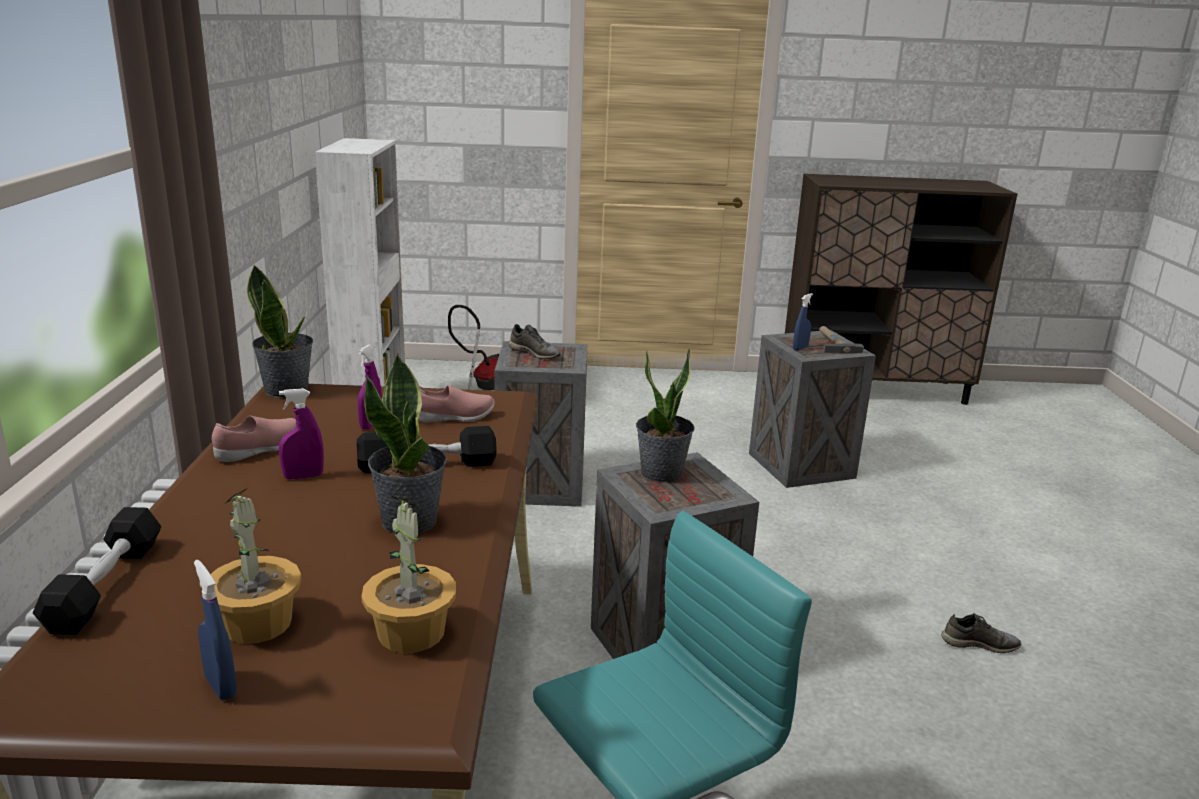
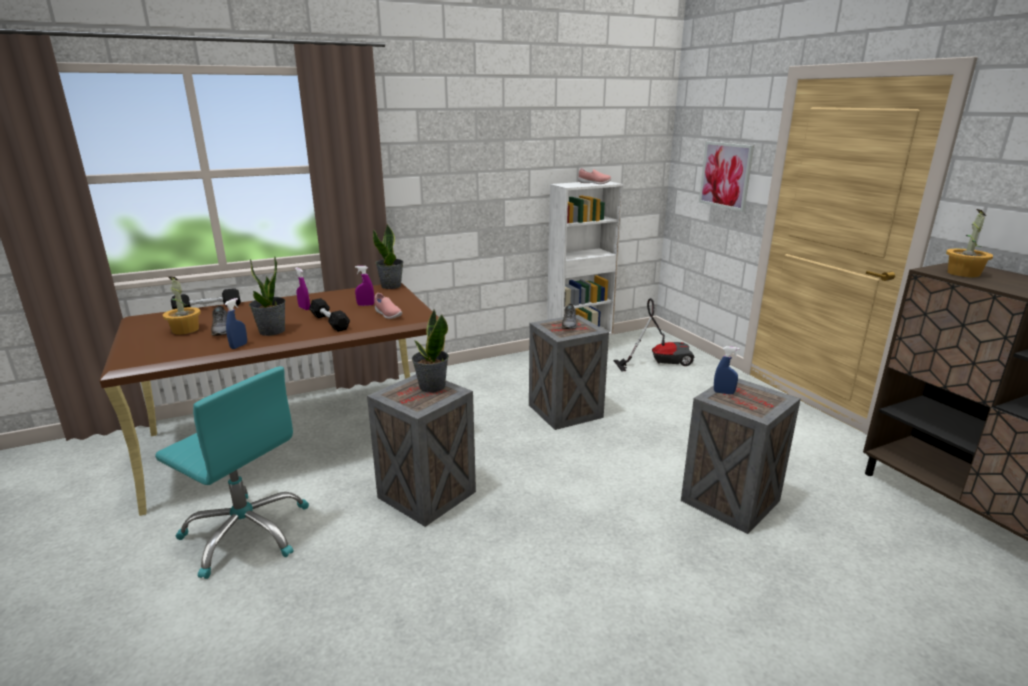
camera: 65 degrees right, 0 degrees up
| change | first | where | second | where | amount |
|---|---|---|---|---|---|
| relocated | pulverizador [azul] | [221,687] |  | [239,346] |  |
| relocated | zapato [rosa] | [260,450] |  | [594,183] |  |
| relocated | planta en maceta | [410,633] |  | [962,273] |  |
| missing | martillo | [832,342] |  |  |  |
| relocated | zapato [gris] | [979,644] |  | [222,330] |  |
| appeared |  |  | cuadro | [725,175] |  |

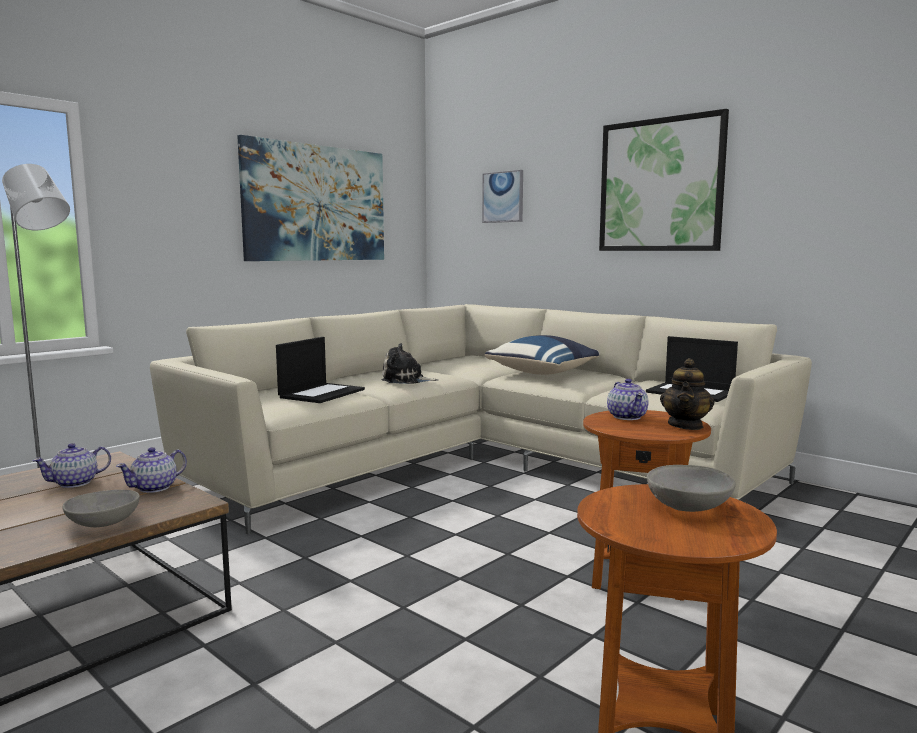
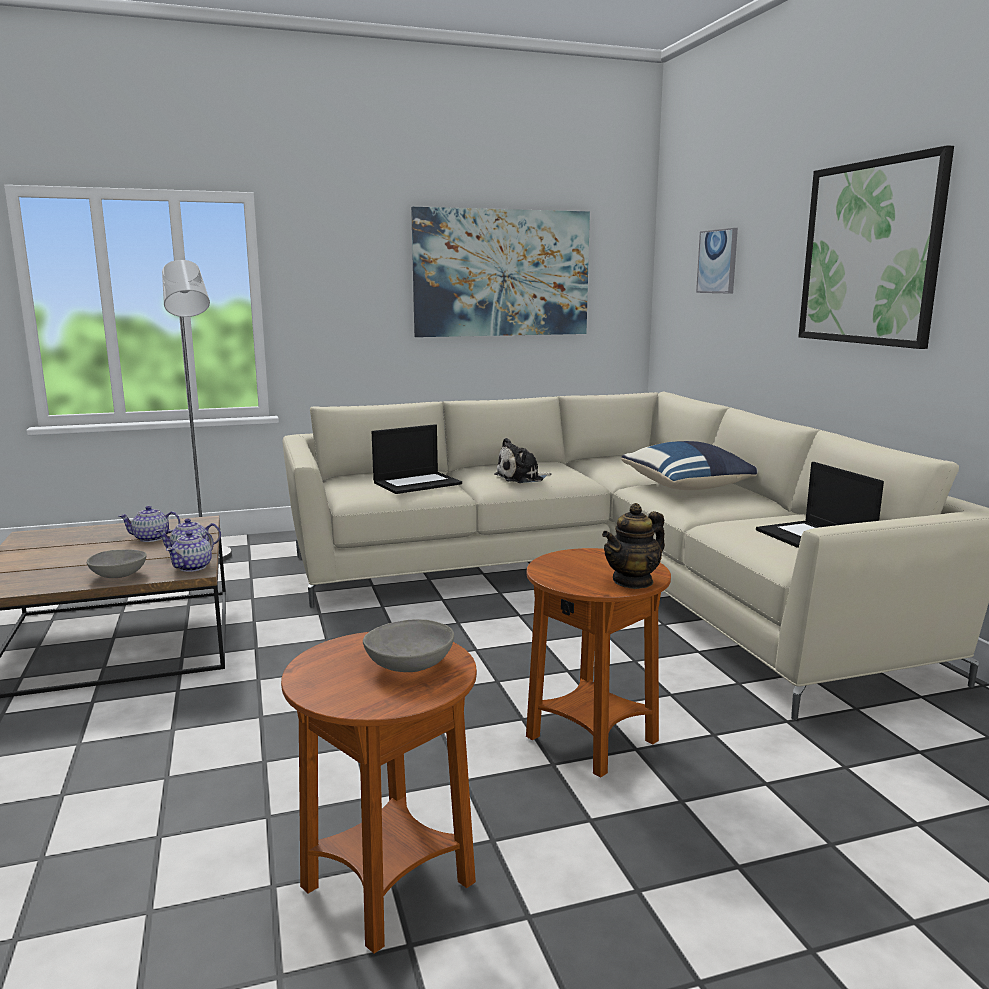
camera: 30 degrees right, 5 degrees up
| change | first | where | second | where | amount |
|---|---|---|---|---|---|
| spun | peluche | [406,380] |  | [522,478] | 60 degrees counterclockwise |
| relocated | tetera | [627,417] |  | [193,567] |  |

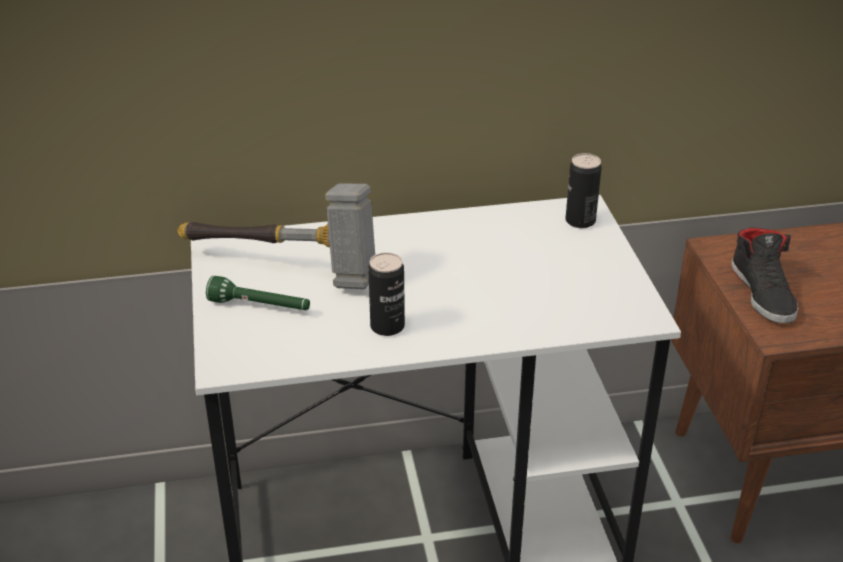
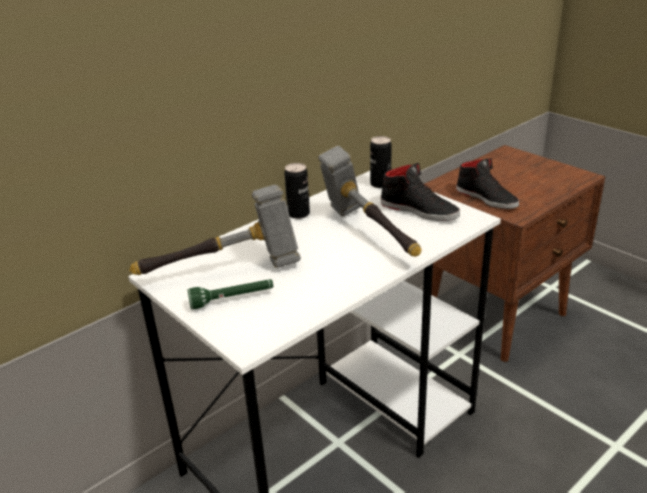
camera: 30 degrees left, 5 degrees down
| change | first | where | second | where | amount |
|---|---|---|---|---|---|
| relocated | lata | [387,326] |  | [298,214] |  |
| appeared |  |  | martillo | [368,234] |  |
| appeared |  |  | zapato [negro] | [419,210] |  |

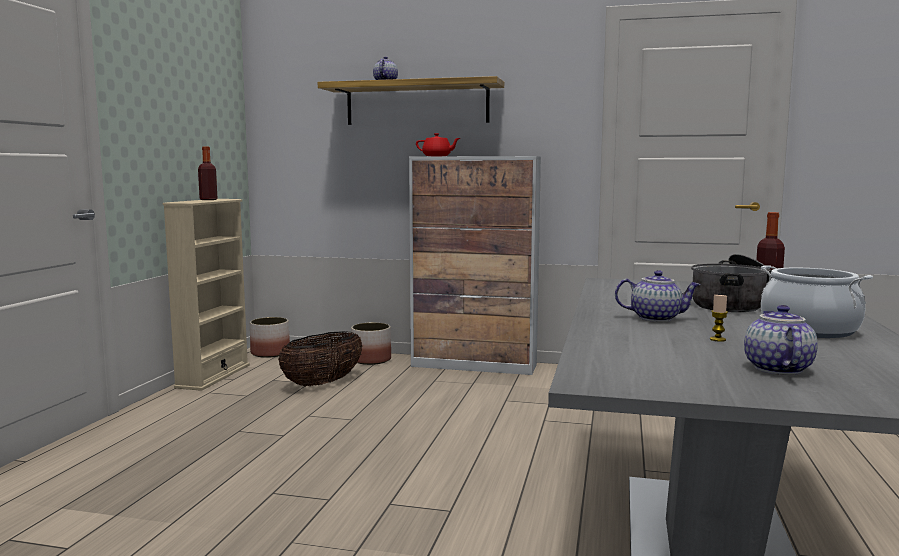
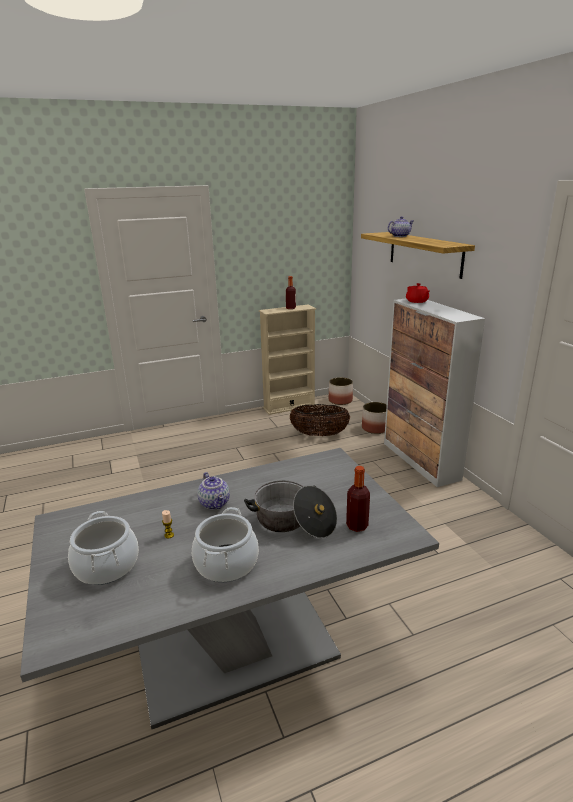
camera: 55 degrees right, 15 degrees up
| change | first | where | second | where | amount |
|---|---|---|---|---|---|
| exchanged | tetera | [776,369] | olla | [106,566] |  |

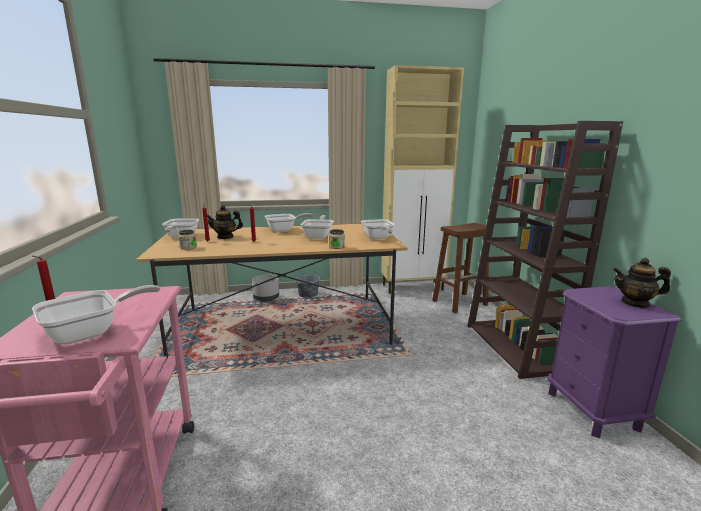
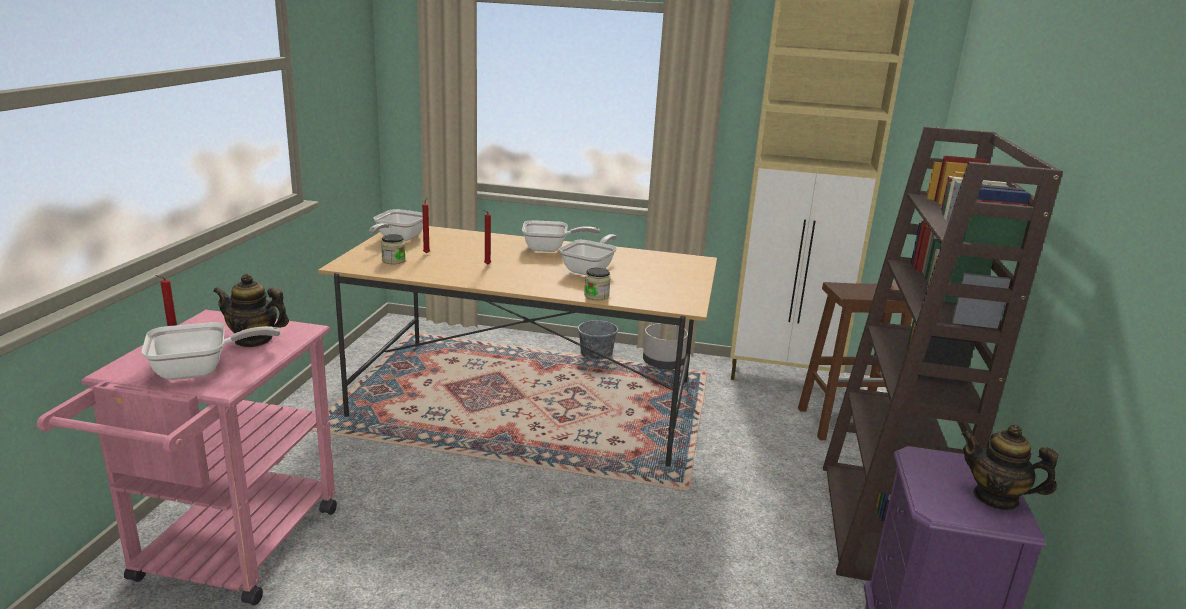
camera: 20 degrees right, 5 degrees up
| change | first | where | second | where | amount |
|---|---|---|---|---|---|
| relocated | tetera | [225,237] |  | [254,340] |  |
| relocated | maceta [gris] | [266,298] |  | [664,363] |  |
| missing | sartén | [378,238] |  |  |  |

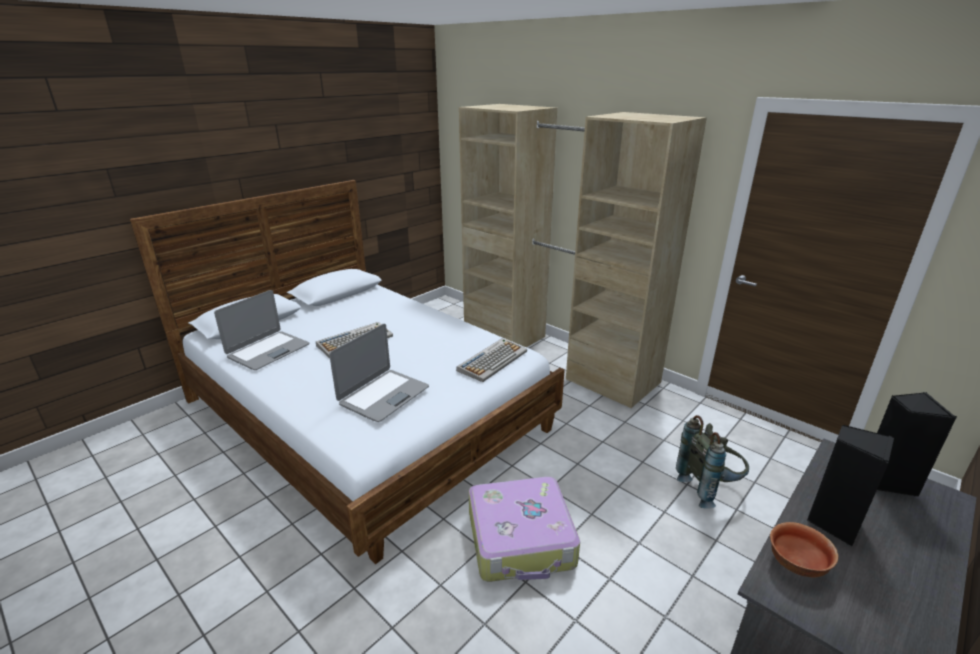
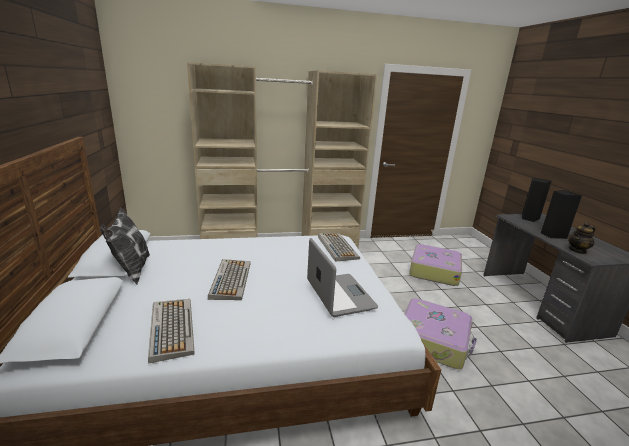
camera: 55 degrees left, 5 degrees down
| change | first | where | second | where | amount |
|---|---|---|---|---|---|
| exchanged | portátil | [268,351] | teclado | [171,328] |  |
| exchanged | mochila [gris] | [709,488] | maleta | [434,271] |  |
| exchanged | cuenco | [796,565] | tetera | [577,250] |  |
| appeared |  |  | cojín | [131,271] |  |

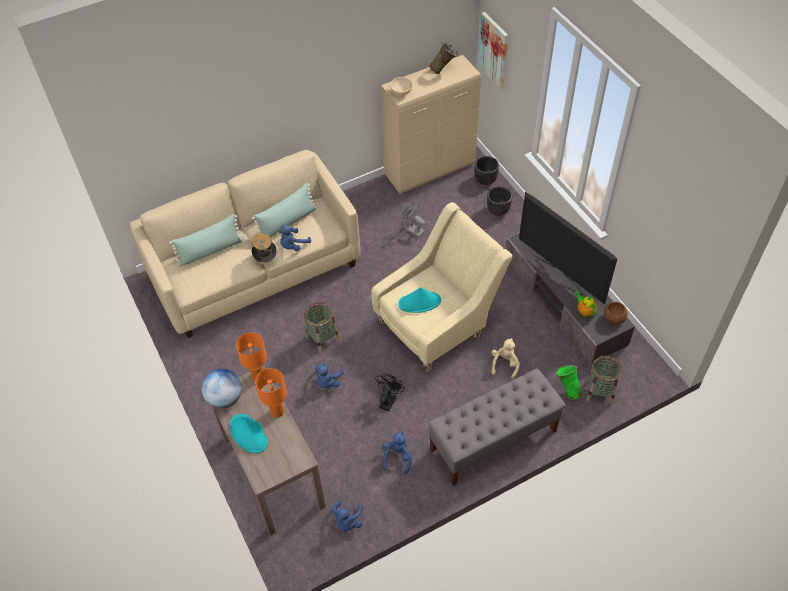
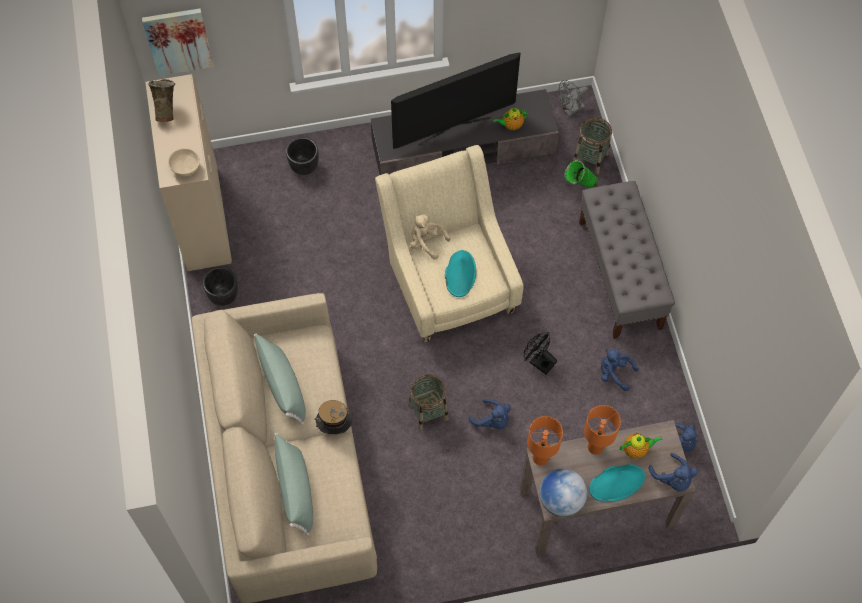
camera: 75 degrees left, 10 degrees up
| change | first | where | second | where | amount |
|---|---|---|---|---|---|
| relocated | peluche [azul] | [293,245] |  | [673,479] |  |
| relocated | ventilador [gris] | [412,230] |  | [570,110] |  |
| relocated | maceta [negro] | [485,180] |  | [223,296] |  |
| relocated | peluche [beis] | [504,364] |  | [426,242] |  |
| missing | cuenco [marrón] | [613,318] |  |  |  |
| appeared |  |  | tetera | [636,450] |  |

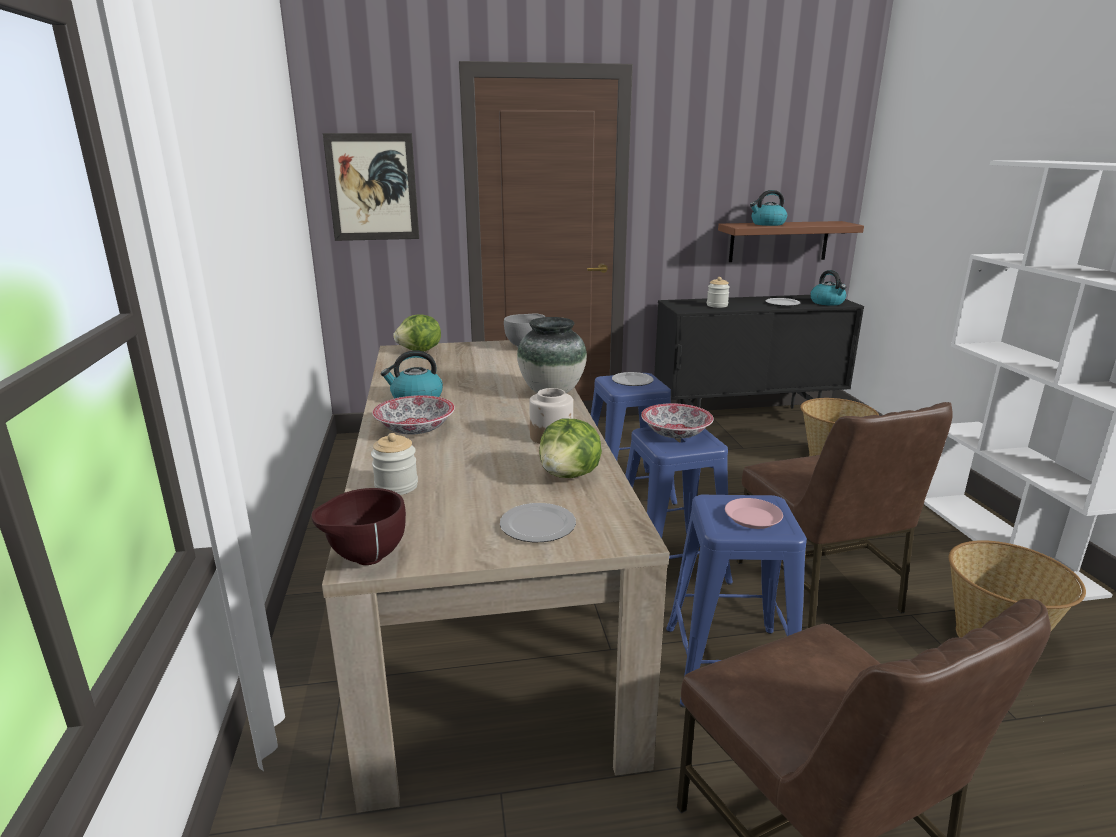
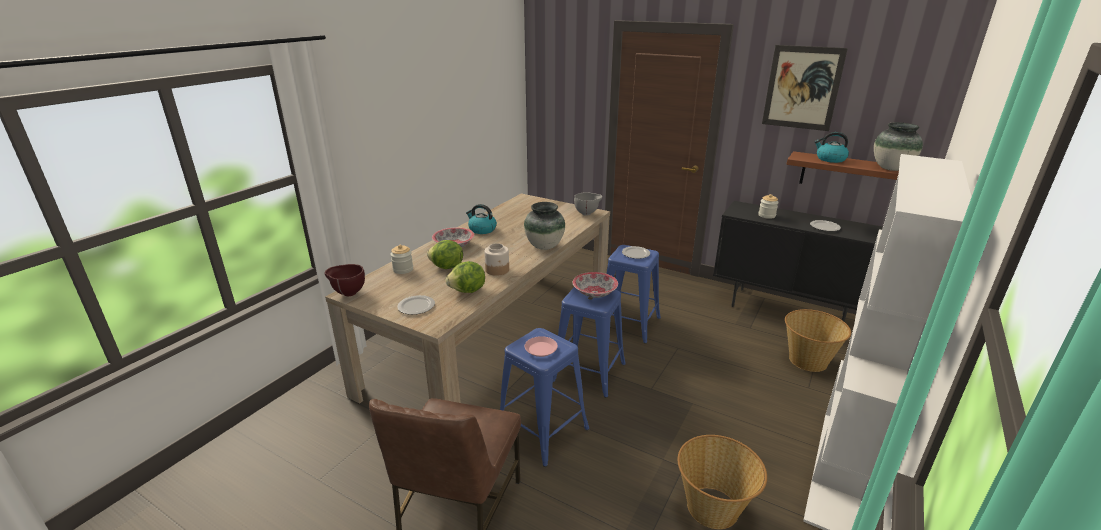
camera: 40 degrees right, 5 degrees up
| change | first | where | second | where | amount |
|---|---|---|---|---|---|
| relocated | cuadro | [372,187] |  | [802,88] |  |
| relocated | lechuga | [420,351] |  | [446,267] |  |
| missing | silla [marrón] | [819,587] |  |  |  |
| missing | hervidor | [827,302] |  |  |  |
| appeared |  |  | florero | [890,168] |  |

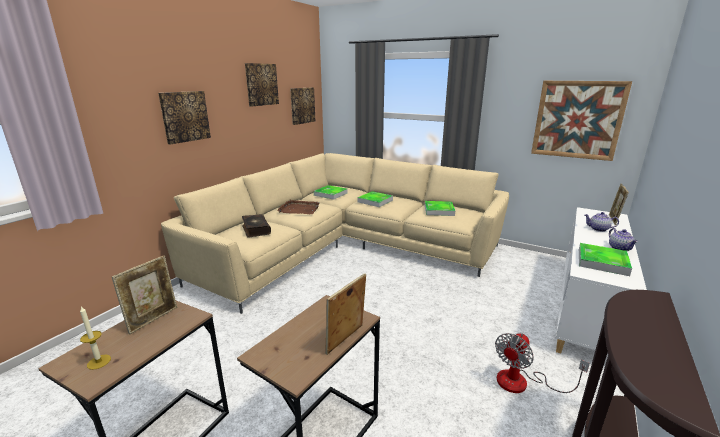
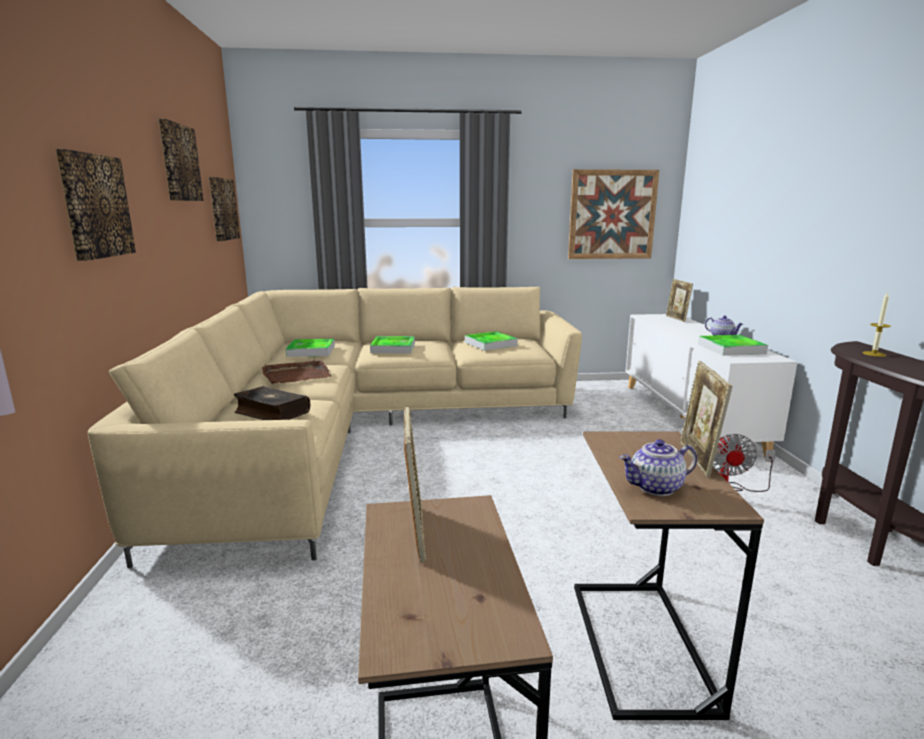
camera: 35 degrees left, 5 degrees down
| change | first | where | second | where | amount |
|---|---|---|---|---|---|
| relocated | vela | [99,362] |  | [874,354] |  |
| relocated | tetera | [598,229] |  | [656,488] |  |

